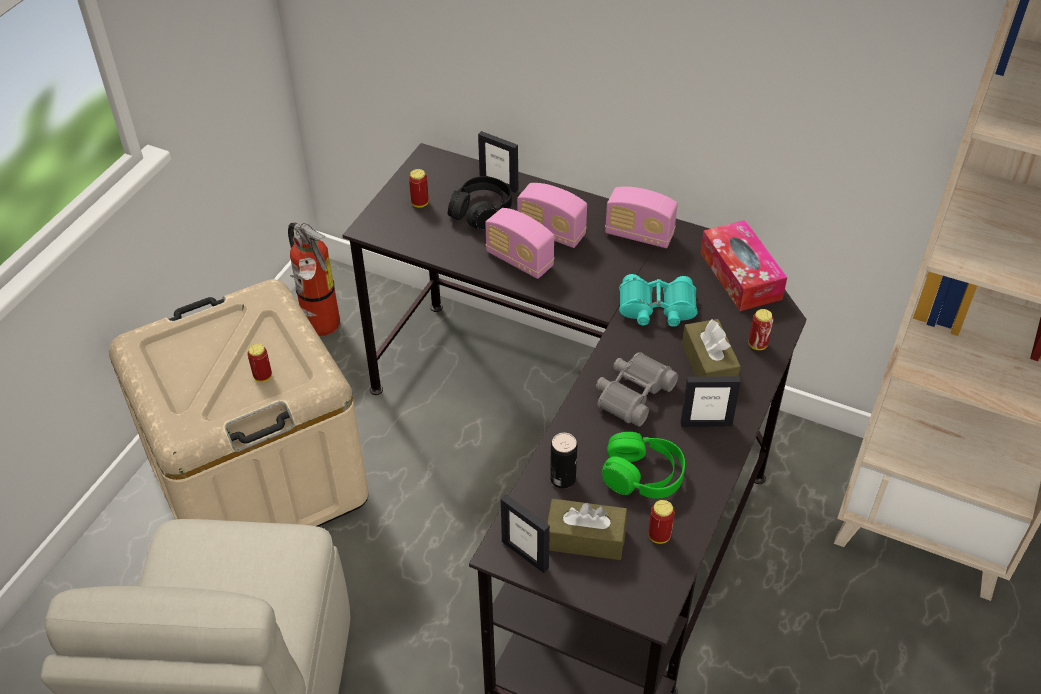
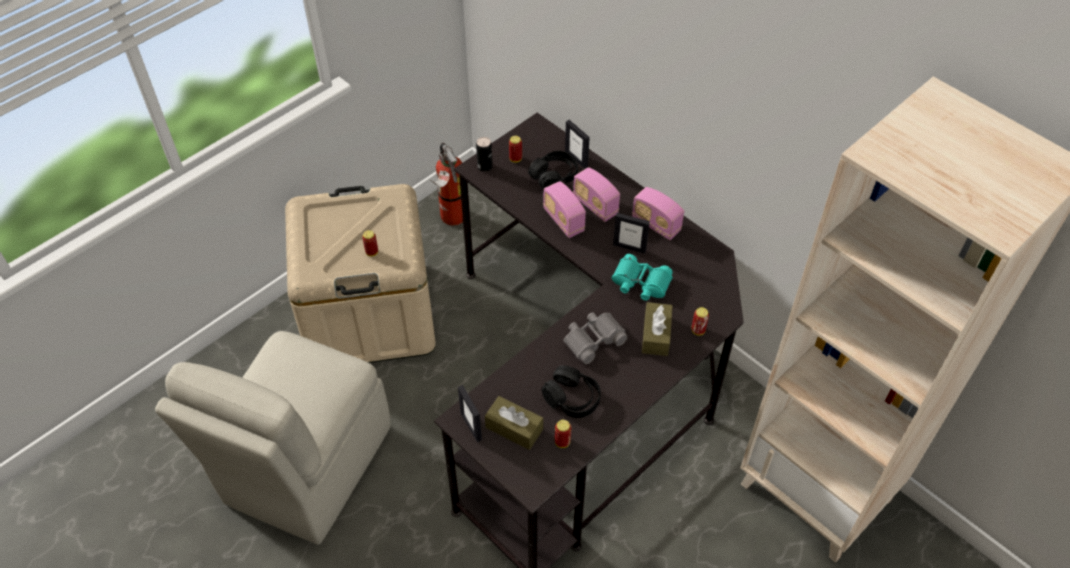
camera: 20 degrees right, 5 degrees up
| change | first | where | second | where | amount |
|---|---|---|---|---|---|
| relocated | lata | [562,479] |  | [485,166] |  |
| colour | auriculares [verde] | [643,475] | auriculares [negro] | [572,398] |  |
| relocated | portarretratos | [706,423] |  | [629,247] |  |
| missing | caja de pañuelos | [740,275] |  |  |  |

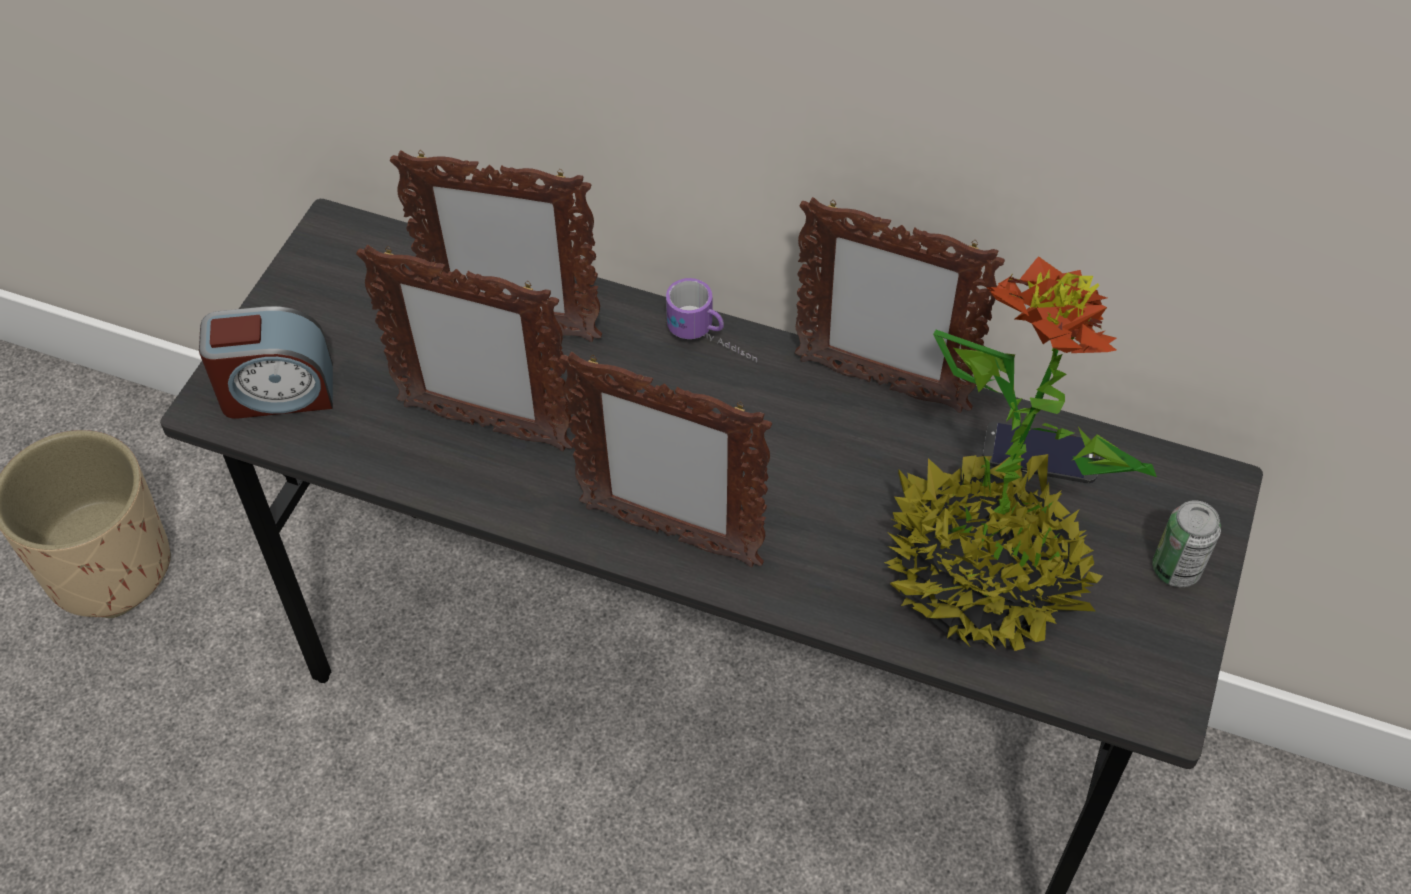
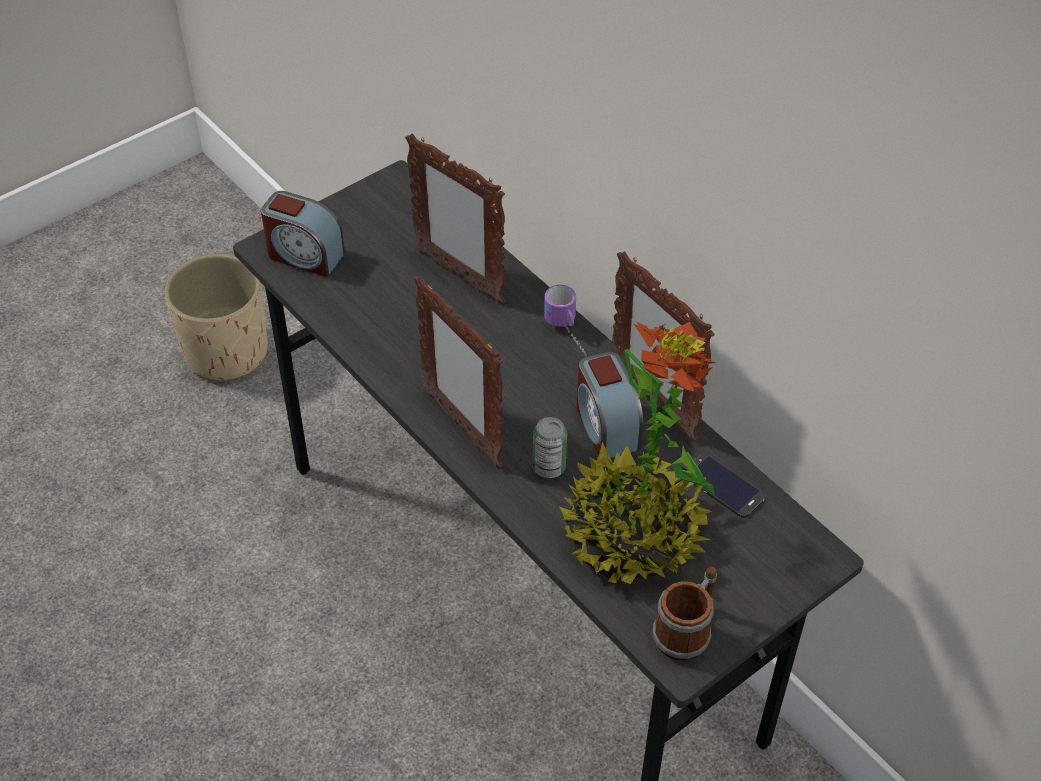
camera: 30 degrees right, 5 degrees down
| change | first | where | second | where | amount |
|---|---|---|---|---|---|
| missing | portarretratos | [484,426] |  |  |  |
| relocated | lata | [1176,569] |  | [549,467] |  |
| appeared |  |  | despertador | [606,426] |  |
| appeared |  |  | taza grande | [687,630] |  |

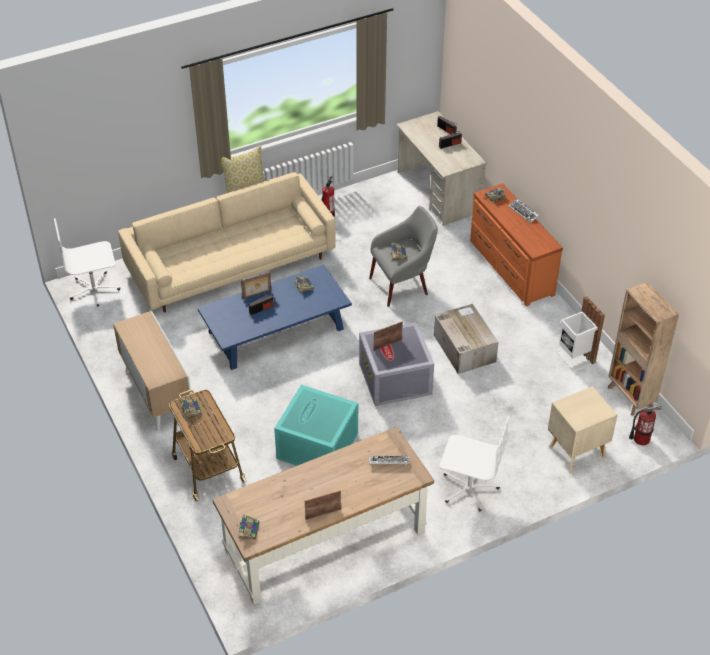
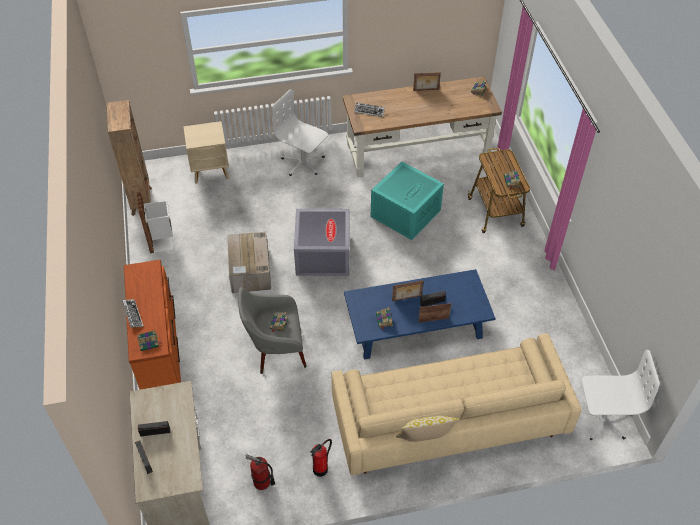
camera: 165 degrees left, 5 degrees up
| change | first | where | second | where | amount |
|---|---|---|---|---|---|
| missing | armario | [156,394] |  |  |  |
| relocated | portarretratos | [387,344] |  | [407,298] |  |
| relocated | extintor | [641,439] |  | [262,482] |  |

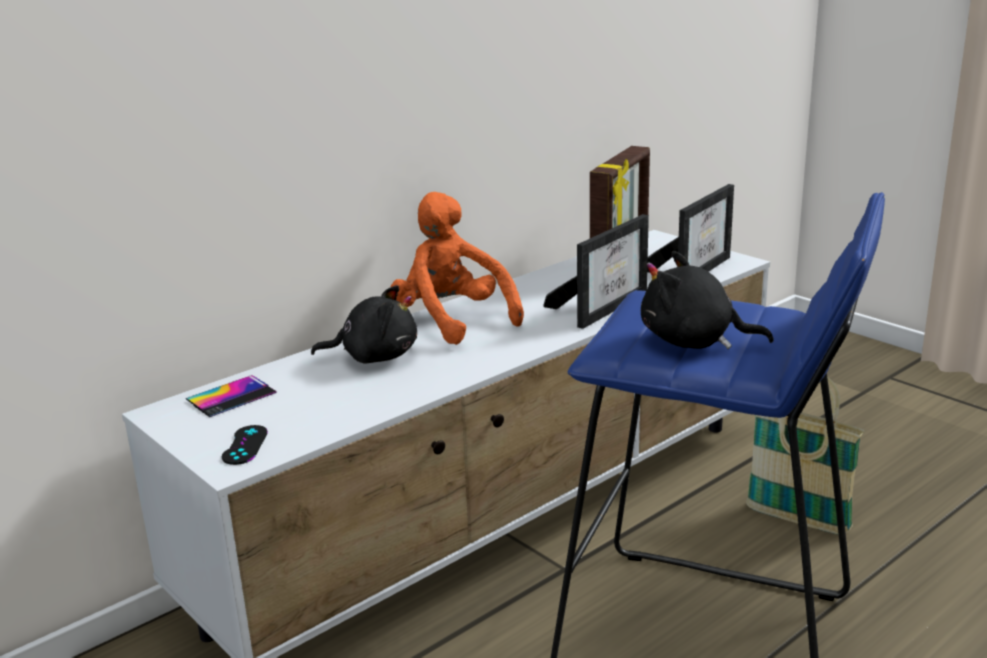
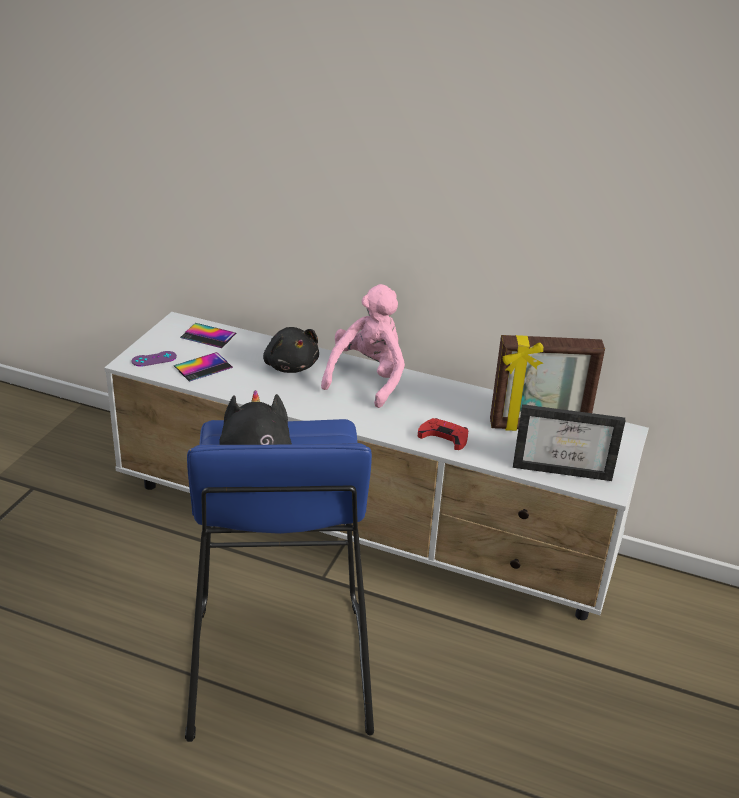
camera: 60 degrees right, 10 degrees up
| change | first | where | second | where | amount |
|---|---|---|---|---|---|
| colour | mando de consola [negro] | [245,445] | mando de consola [morado] | [154,359] |  |
| colour | peluche [naranja] | [452,321] | peluche [rosa] | [367,379] |  |
| exchanged | portarretratos | [604,306] | mando de consola [rojo] | [444,437] |  |
| missing | cesta | [797,520] |  |  |  |
| appeared |  |  | móvil | [203,367] |  |

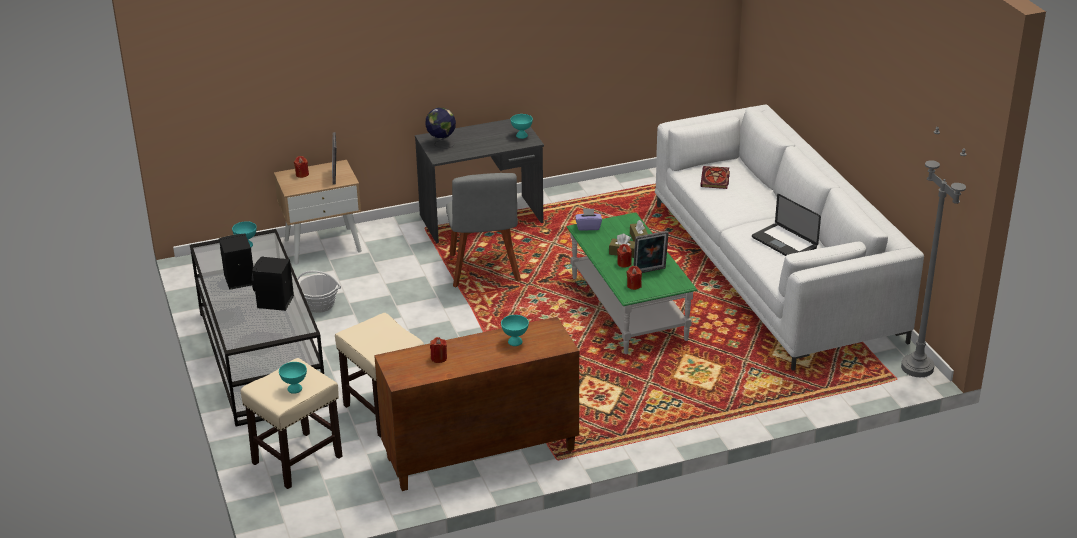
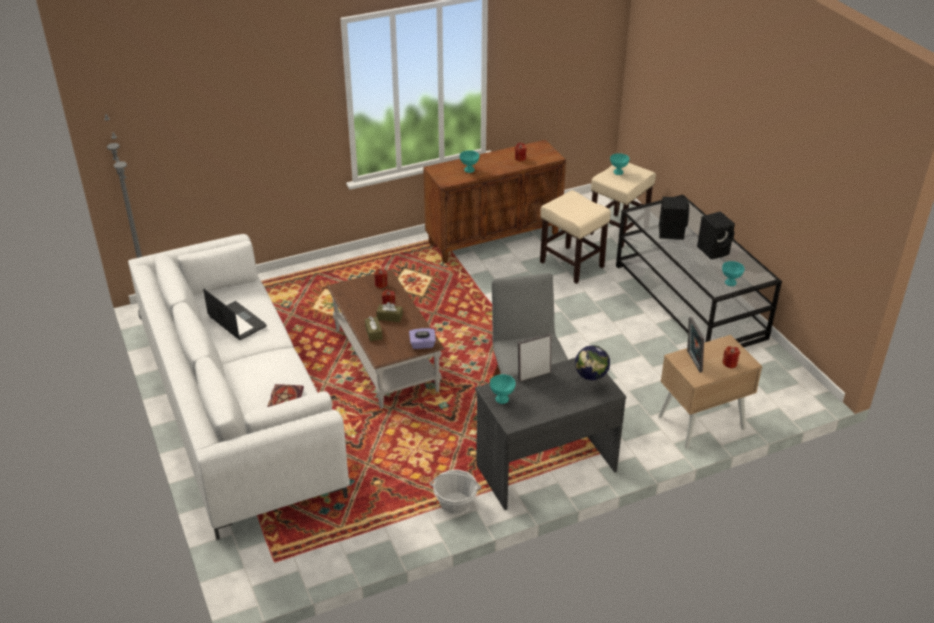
camera: 175 degrees right, 5 degrees up
| change | first | where | second | where | amount |
|---|---|---|---|---|---|
| relocated | cesta | [319,305] |  | [455,503] |  |
| colour | mesa de centro [verde] | [628,308] | mesa de centro [marrón] | [385,359] |  |
| relocated | portarretratos | [650,271] |  | [533,375] |  |

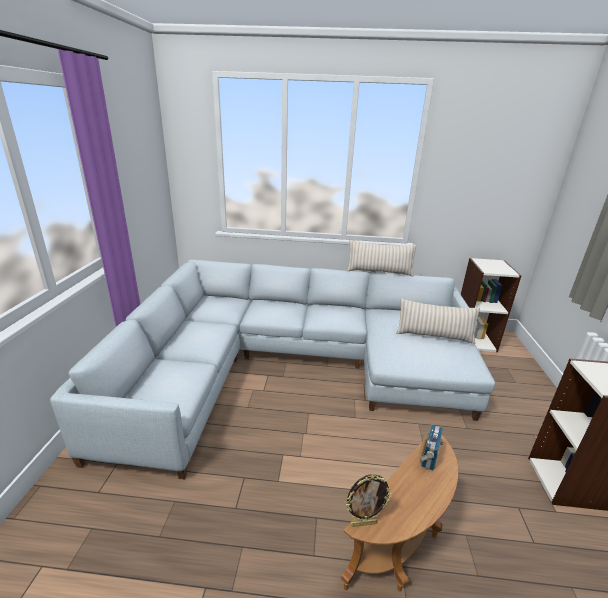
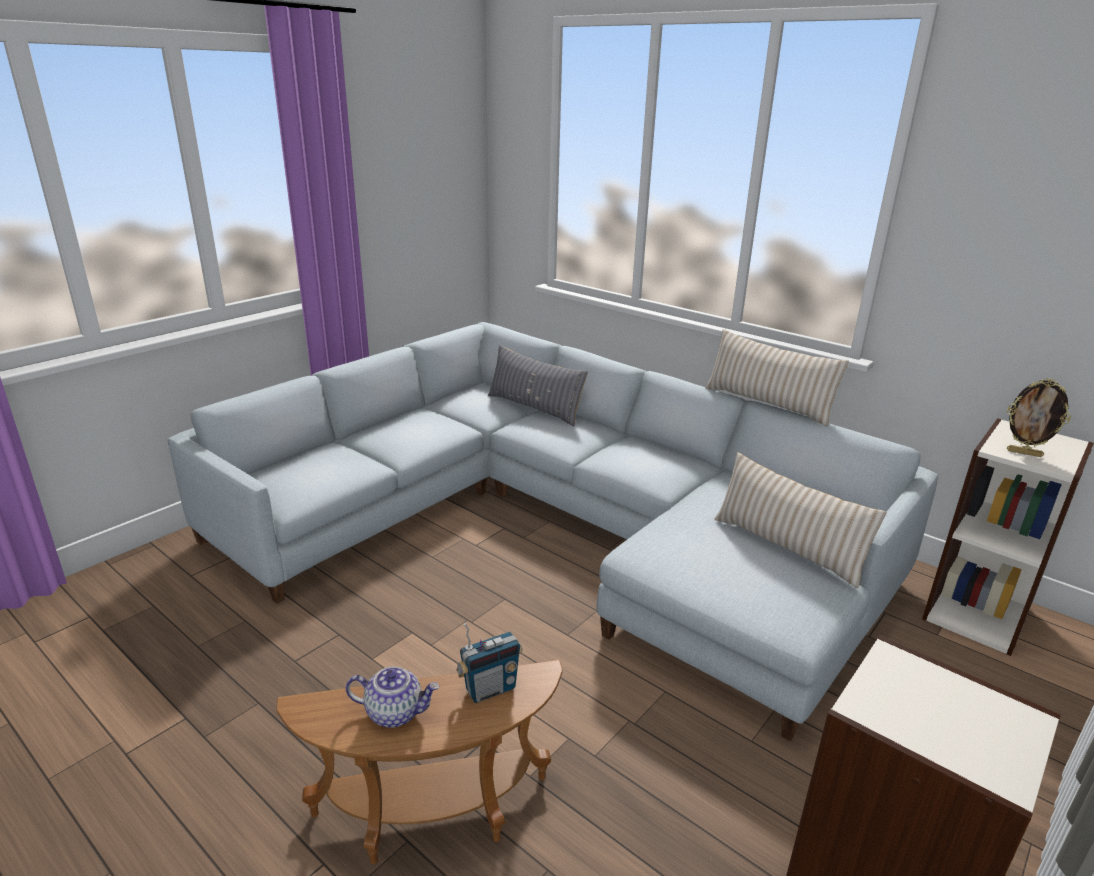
camera: 35 degrees right, 0 degrees up
| change | first | where | second | where | amount |
|---|---|---|---|---|---|
| relocated | portarretratos | [363,523] |  | [1024,453] |  |
| appeared |  |  | tetera | [395,712] |  |
| appeared |  |  | cojín [gris] | [534,408] |  |

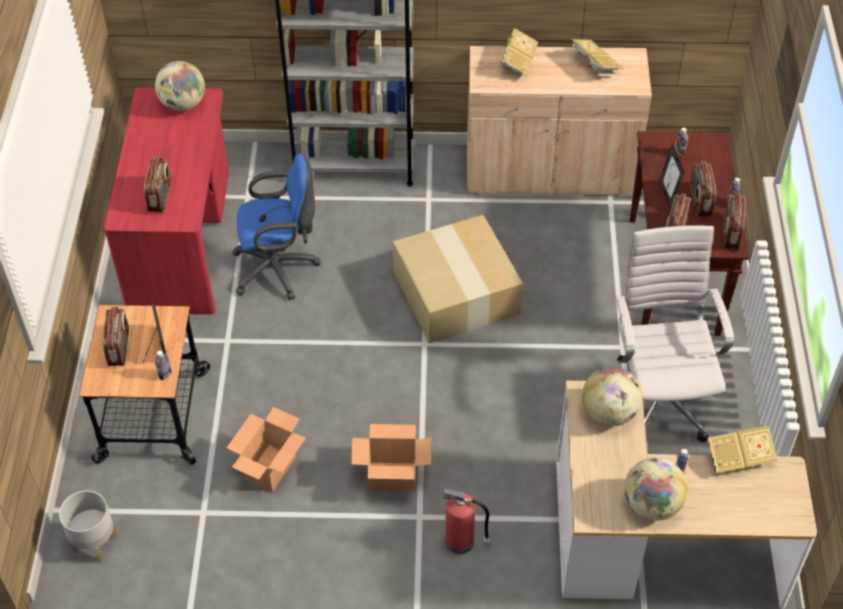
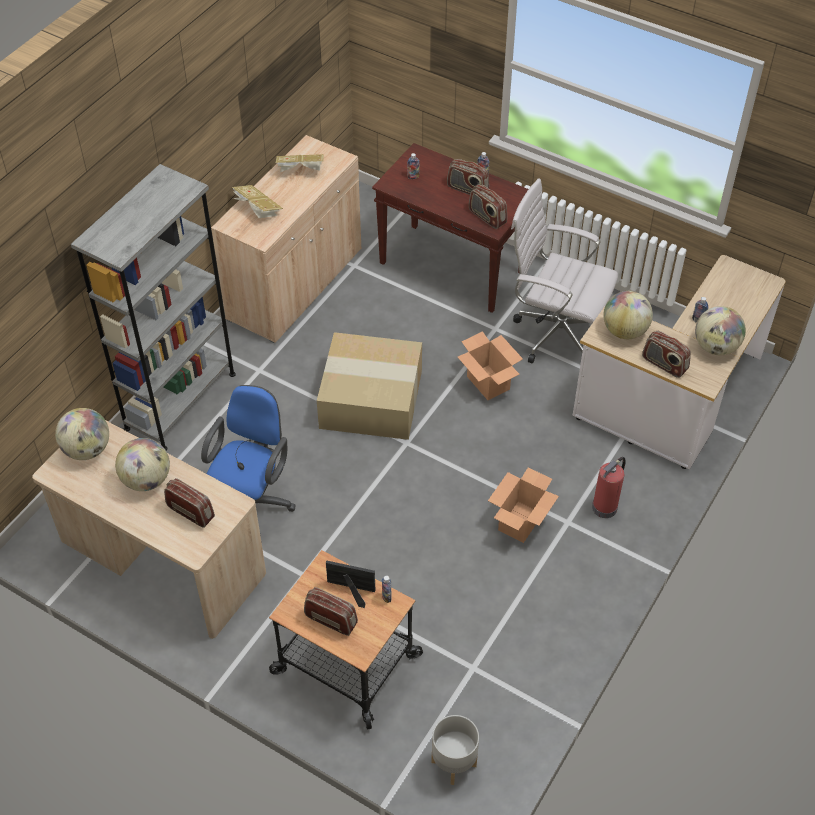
camera: 60 degrees left, 0 degrees up
| change | first | where | second | where | amount |
|---|---|---|---|---|---|
| colour | escritorio [rojo] | [182,240] | escritorio [beis] | [161,561] |  |
| relocated | caja de cartón | [270,468] |  | [488,383] |  |
| missing | portarretratos | [668,194] |  |  |  |
| missing | libro | [738,458] |  |  |  |
| relocated | radio | [730,232] |  | [664,364] |  |
| appeared |  |  | globo terráqueo | [147,480] |  |

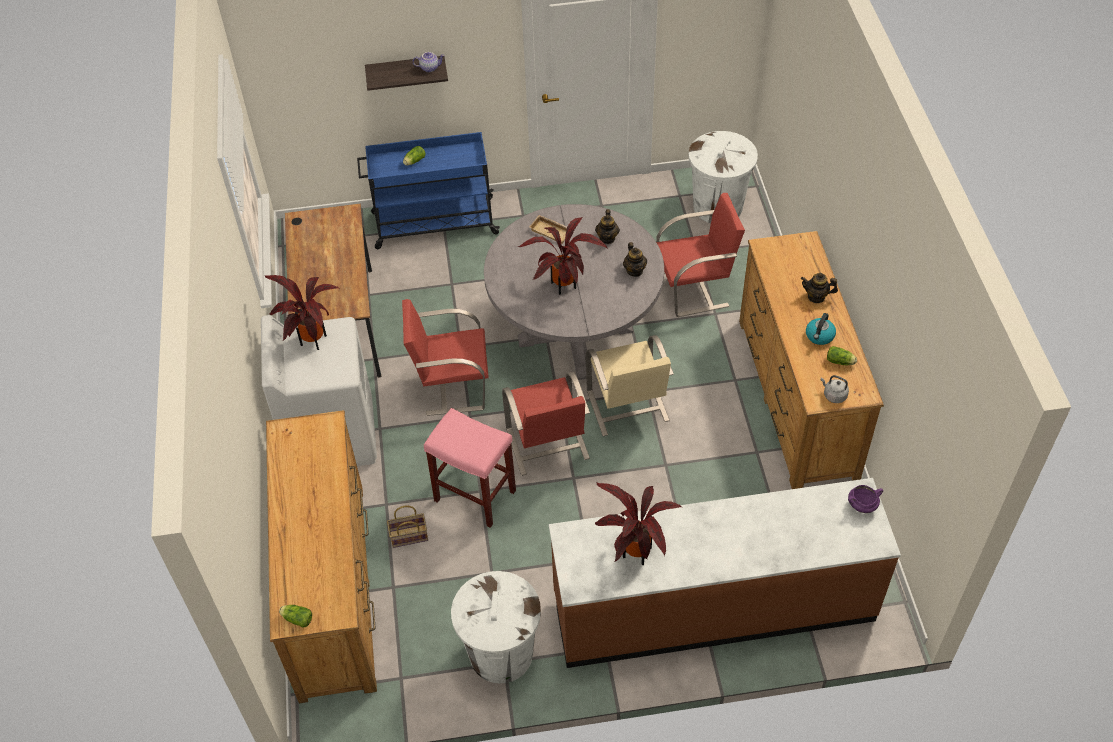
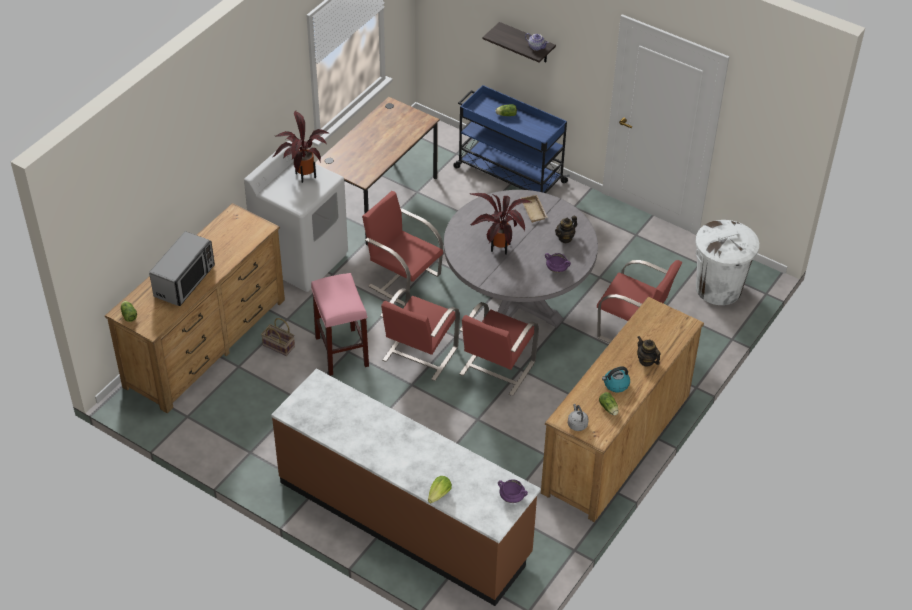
camera: 40 degrees right, 5 degrees down
| change | first | where | second | where | amount |
|---|---|---|---|---|---|
| missing | papelera [blanco] | [501,654] |  |  |  |
| colour | silla [beis] | [627,407] | silla [rojo] | [496,369] |  |
| missing | planta en maceta | [634,554] |  |  |  |
| exchanged | tetera | [635,270] | olla [morado] | [557,269] |  |
| appeared |  |  | microondas | [185,281] |  |
| appeared |  |  | lechuga | [439,495] |  |

